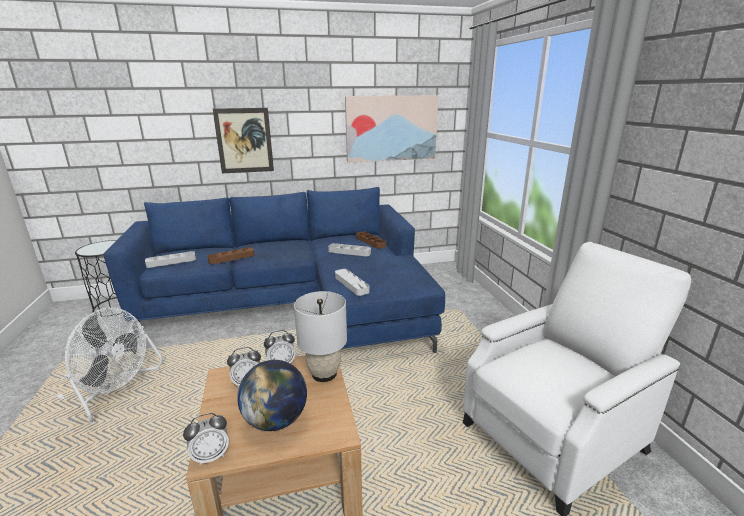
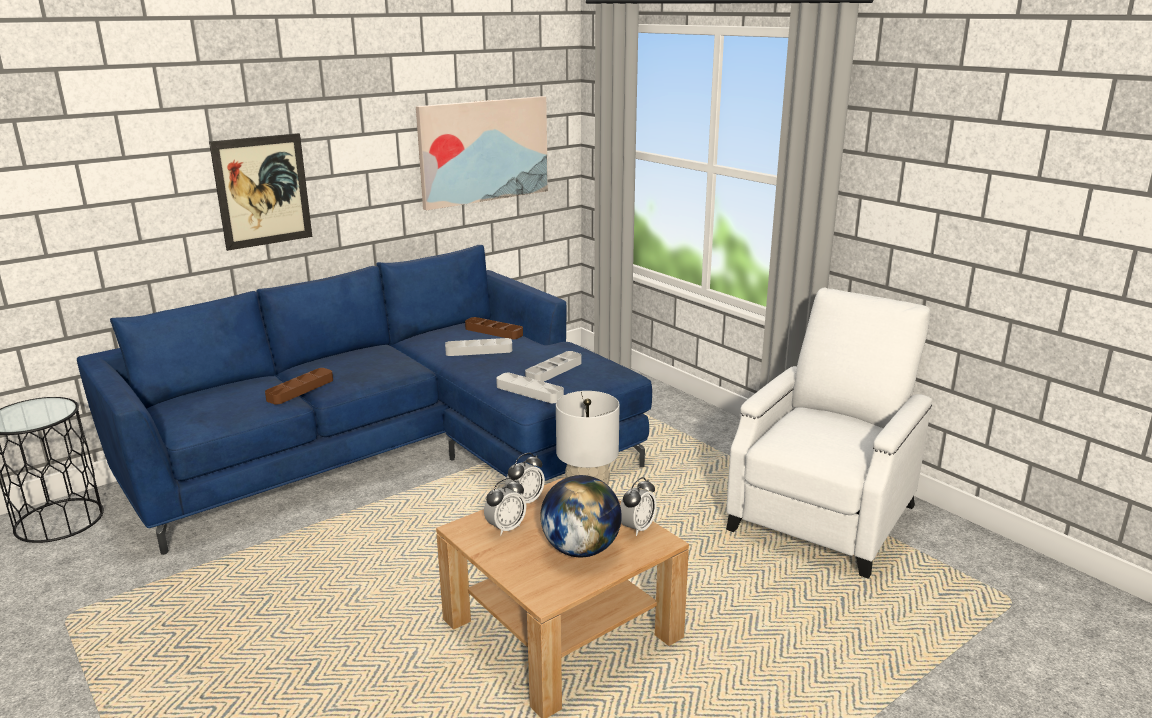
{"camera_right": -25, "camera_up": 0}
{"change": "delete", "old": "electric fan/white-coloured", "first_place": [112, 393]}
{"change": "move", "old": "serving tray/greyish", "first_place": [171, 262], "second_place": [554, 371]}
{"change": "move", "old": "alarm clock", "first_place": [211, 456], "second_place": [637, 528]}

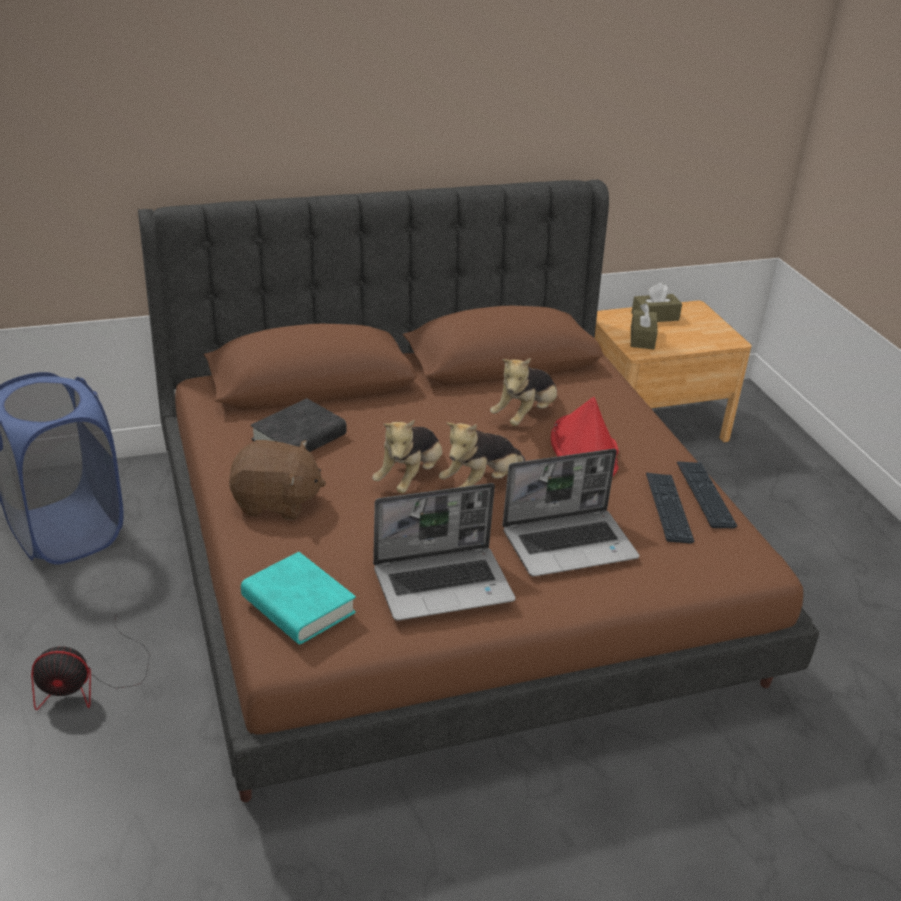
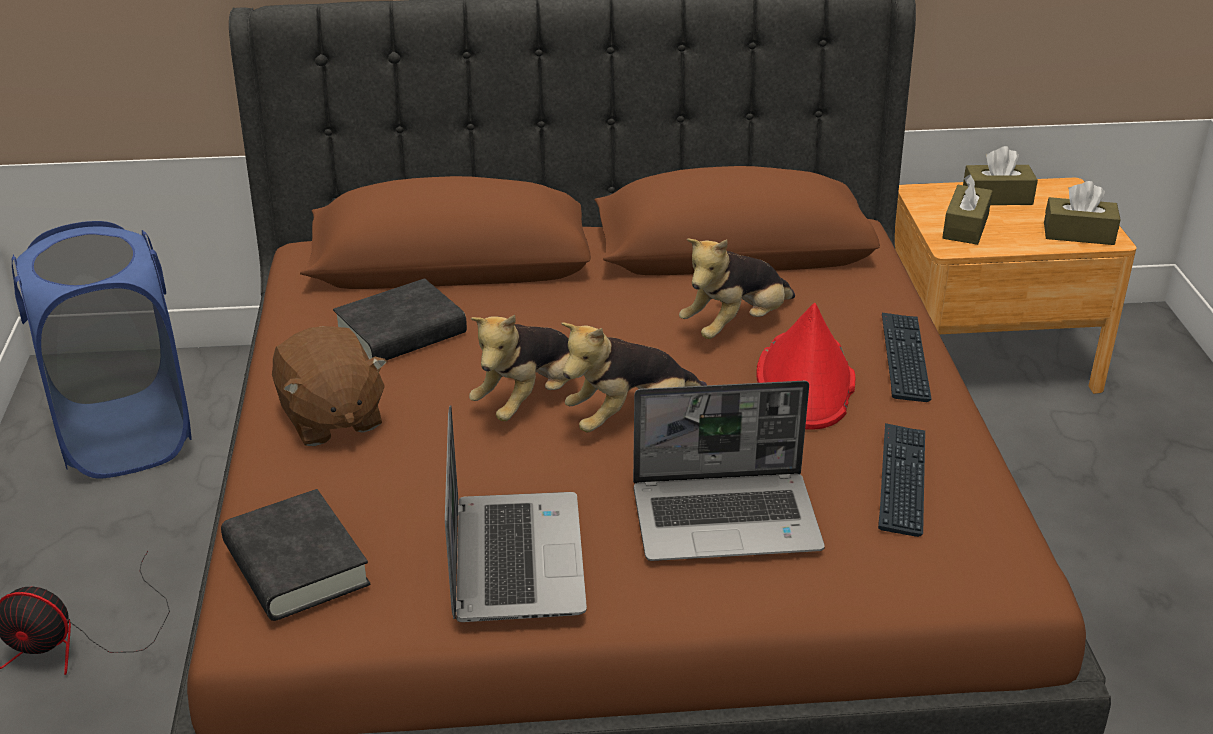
{"camera_right": 15, "camera_up": 0}
{"change": "insert", "new": "tissue box/brown-coloured", "second_place": [1078, 234]}
{"change": "move", "old": "PC keyboard", "first_place": [705, 495], "second_place": [904, 358]}
{"change": "recolor", "old": "bound book/blue-green", "new": "bound book/black", "first_place": [298, 605], "second_place": [296, 565]}
{"change": "rotate", "old": "cuddly toy/brown-coloured", "first_place": [275, 502], "second_place": [331, 418], "degrees": 45}
{"change": "rotate", "old": "laptop", "first_place": [444, 584], "second_place": [513, 557], "degrees": -90}

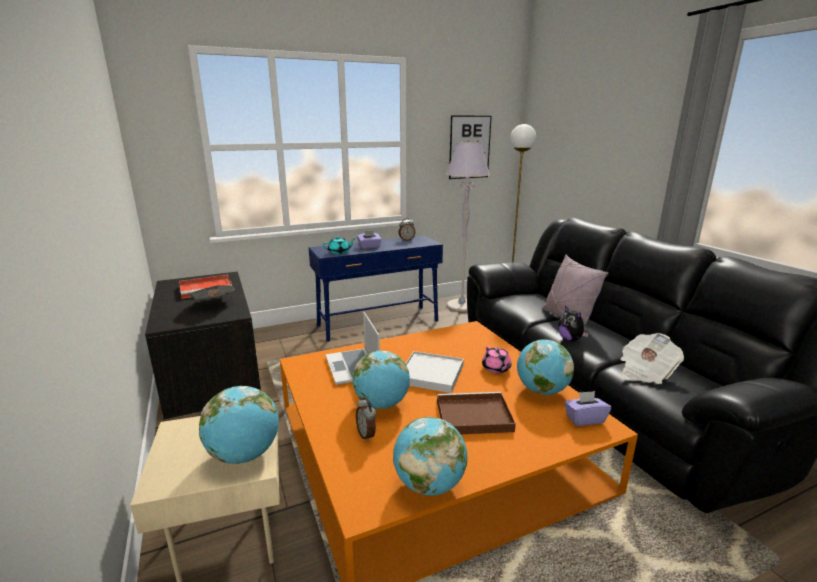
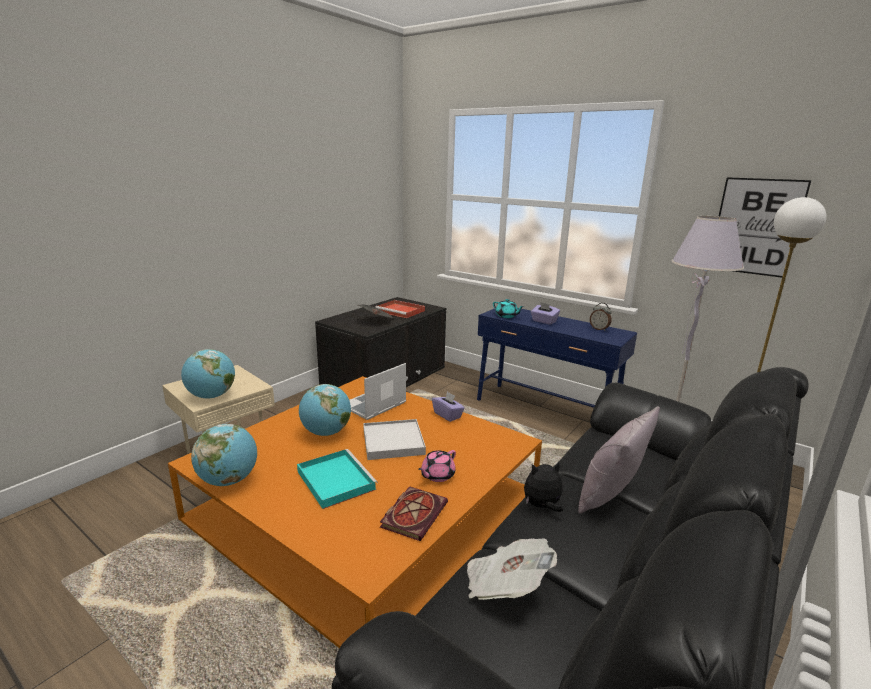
{"camera_right": 60, "camera_up": 0}
{"change": "delete", "old": "alarm clock", "first_place": [367, 435]}
{"change": "move", "old": "tissue box/purple", "first_place": [584, 419], "second_place": [447, 415]}
{"change": "replace", "old": "desk globe", "new": "bound book", "first_place": [541, 391], "second_place": [414, 513]}
{"change": "recolor", "old": "serving tray/brown-coloured", "new": "serving tray/blue-green", "first_place": [472, 416], "second_place": [334, 480]}
{"change": "rotate", "old": "cuddly toy", "first_place": [570, 339], "second_place": [542, 506], "degrees": 45}

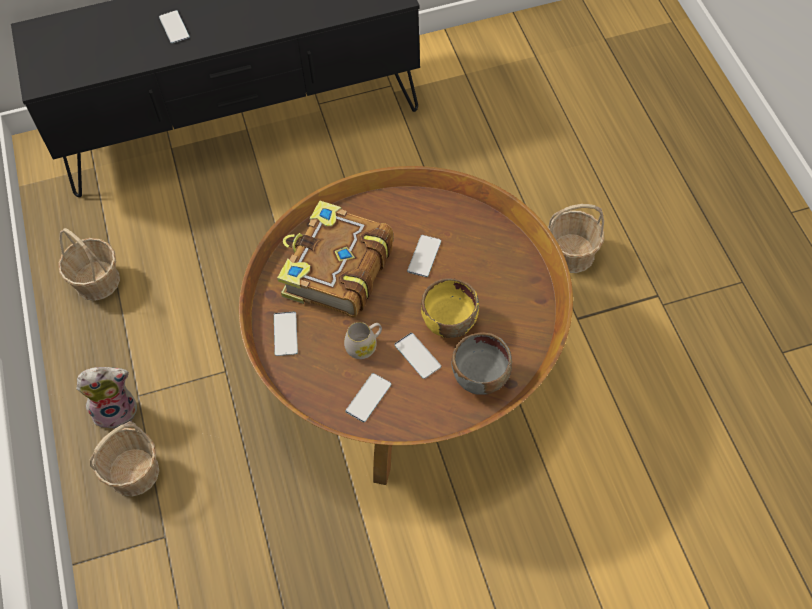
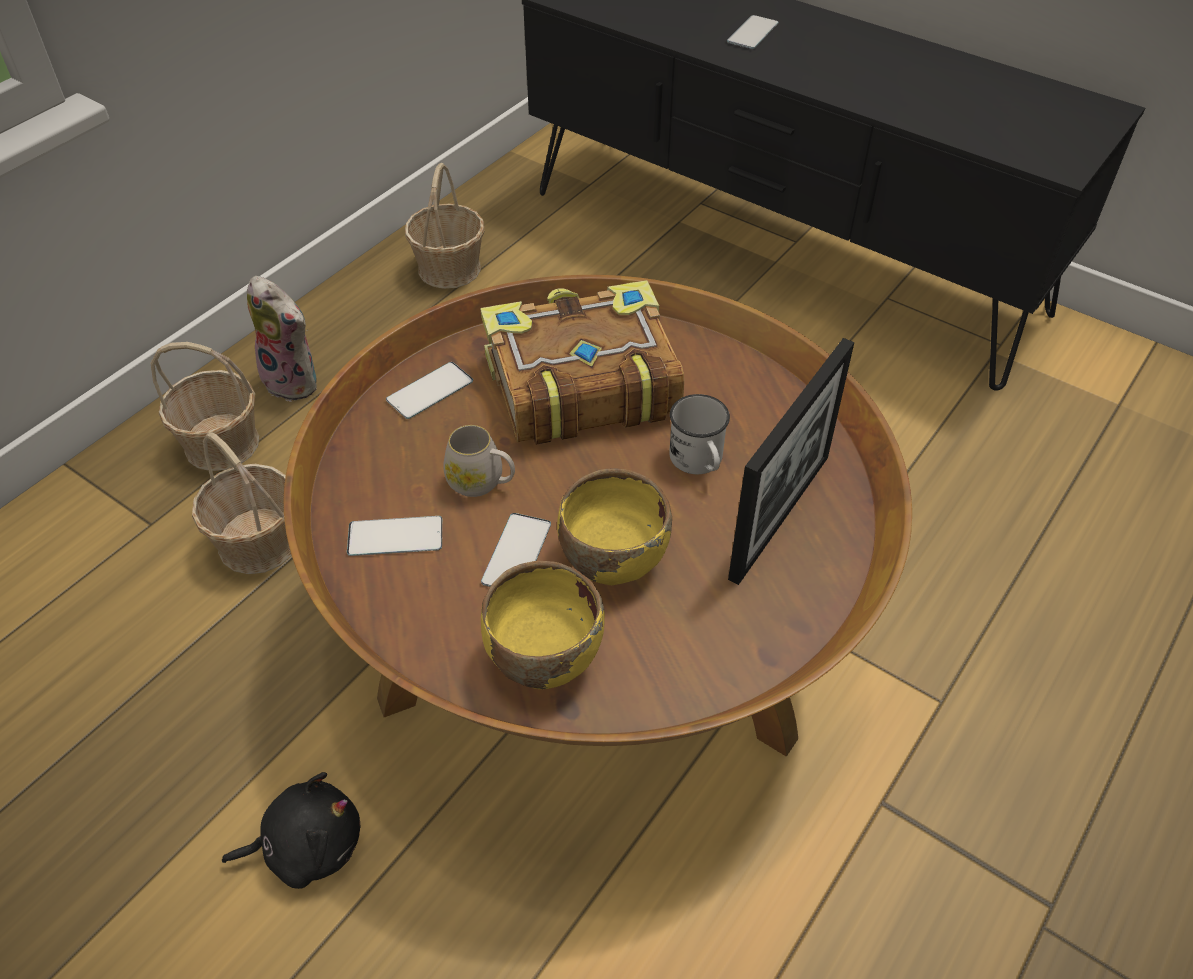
{"camera_right": 50, "camera_up": -10}
{"change": "insert", "new": "cuddly toy/black", "second_place": [307, 846]}
{"change": "insert", "new": "standing frame", "second_place": [780, 516]}
{"change": "move", "old": "household basket", "first_place": [572, 254], "second_place": [258, 543]}
{"change": "replace", "old": "handset", "new": "mug/white-coloured", "first_place": [424, 256], "second_place": [699, 462]}
{"change": "recolor", "old": "bowl/greyish", "new": "bowl/yellow-coloured", "first_place": [480, 377], "second_place": [543, 655]}

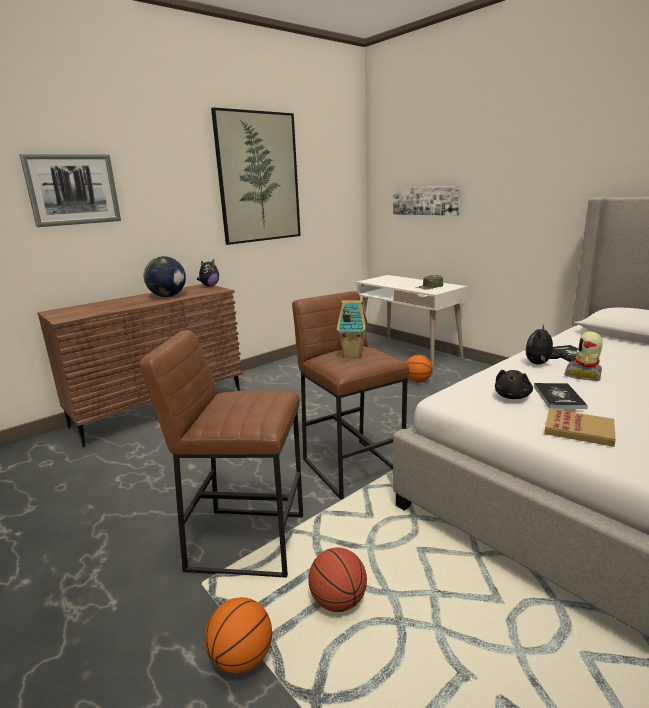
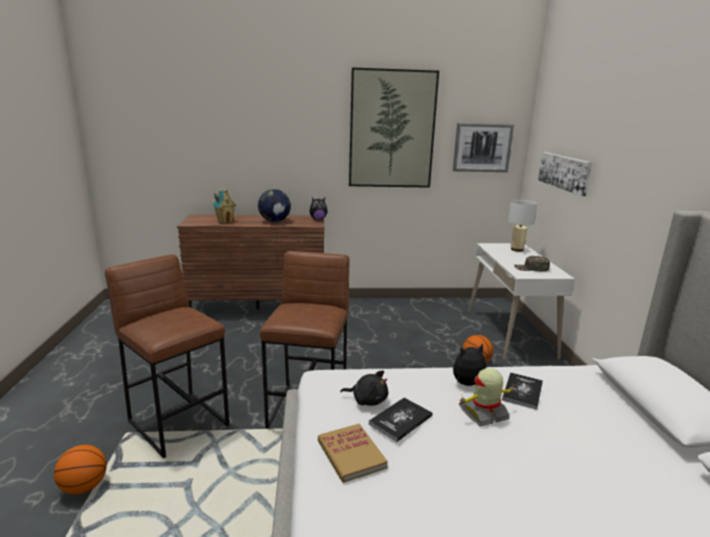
{"camera_right": 35, "camera_up": 0}
{"change": "delete", "old": "basketball", "first_place": [338, 601]}
{"change": "insert", "new": "lamp for a table/white-coloured", "second_place": [517, 250]}
{"change": "move", "old": "picture", "first_place": [73, 189], "second_place": [482, 147]}
{"change": "move", "old": "model house", "first_place": [352, 353], "second_place": [225, 221]}
{"change": "rotate", "old": "cuddly toy/black", "first_place": [512, 396], "second_place": [367, 400], "degrees": -135}

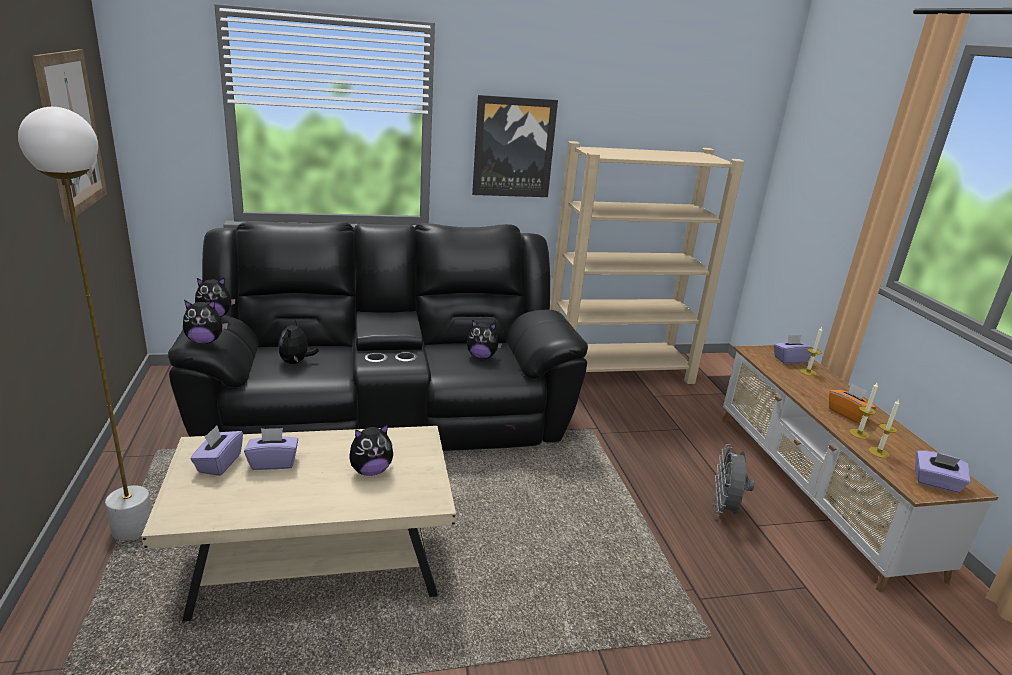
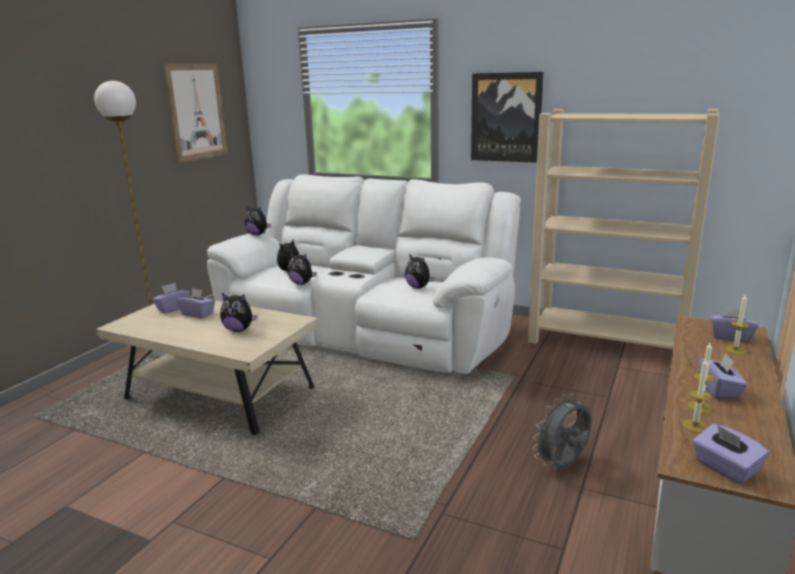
{"camera_right": 40, "camera_up": -5}
{"change": "move", "old": "cuddly toy", "first_place": [205, 341], "second_place": [302, 283]}
{"change": "recolor", "old": "sofa/black", "new": "sofa/white-coloured", "first_place": [387, 413], "second_place": [367, 329]}
{"change": "recolor", "old": "tissue box/orangey", "new": "tissue box/purple", "first_place": [848, 414], "second_place": [719, 390]}

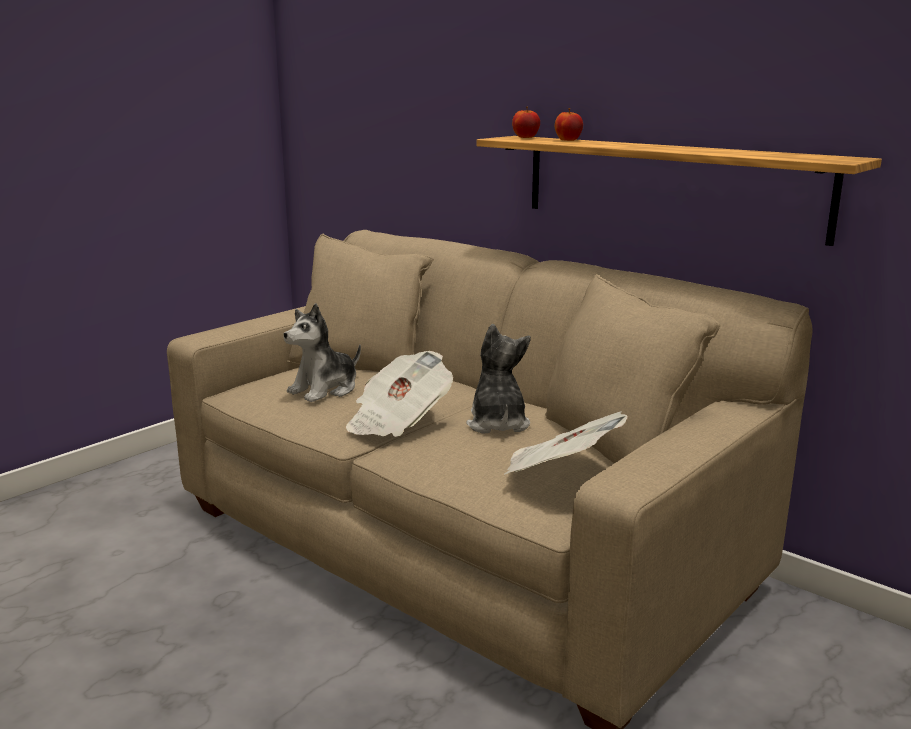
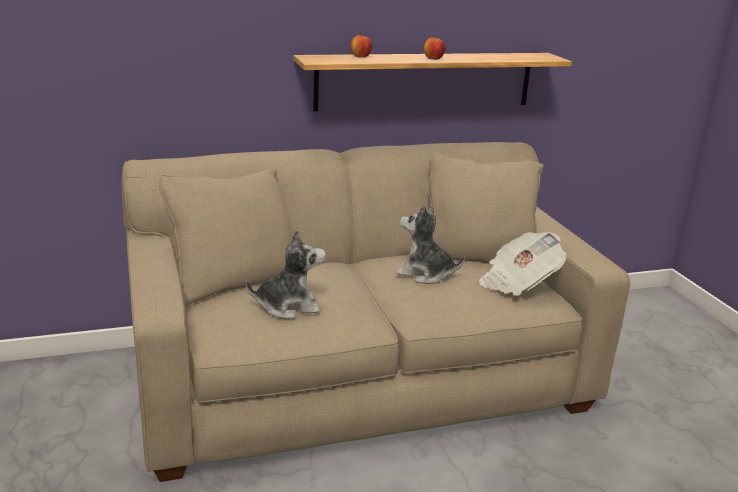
{"camera_right": -60, "camera_up": 5}
{"change": "delete", "old": "printed paper", "first_place": [398, 421]}
{"change": "move", "old": "apple fruit", "first_place": [525, 137], "second_place": [433, 59]}
{"change": "rotate", "old": "cuddly toy", "first_place": [325, 389], "second_place": [288, 307], "degrees": -90}

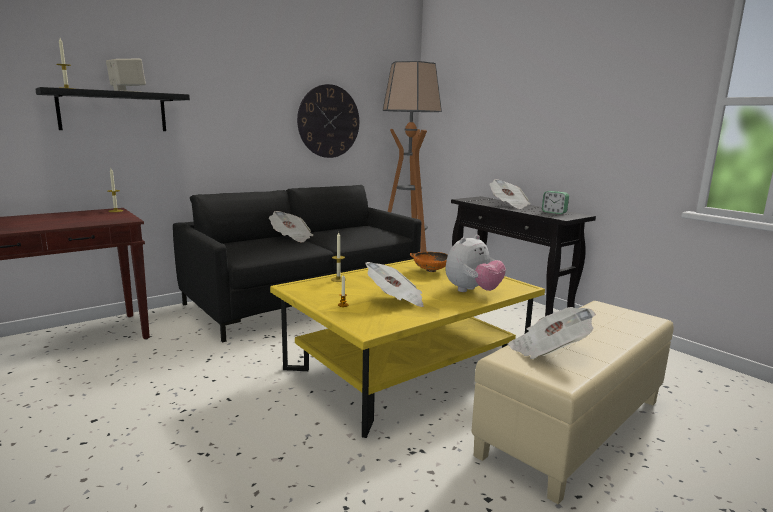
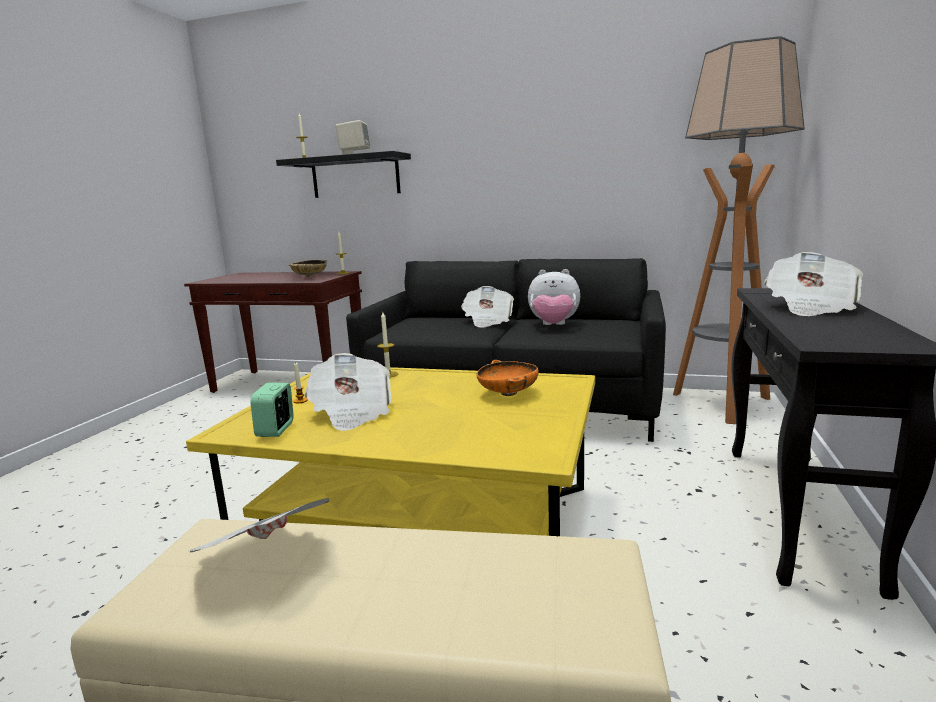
{"camera_right": 55, "camera_up": 0}
{"change": "delete", "old": "hanging clock", "first_place": [328, 121]}
{"change": "insert", "new": "bowl/beige-coloured", "second_place": [309, 277]}
{"change": "move", "old": "cuddly toy", "first_place": [472, 291], "second_place": [553, 325]}
{"change": "move", "old": "alarm clock", "first_place": [554, 212], "second_place": [276, 430]}

